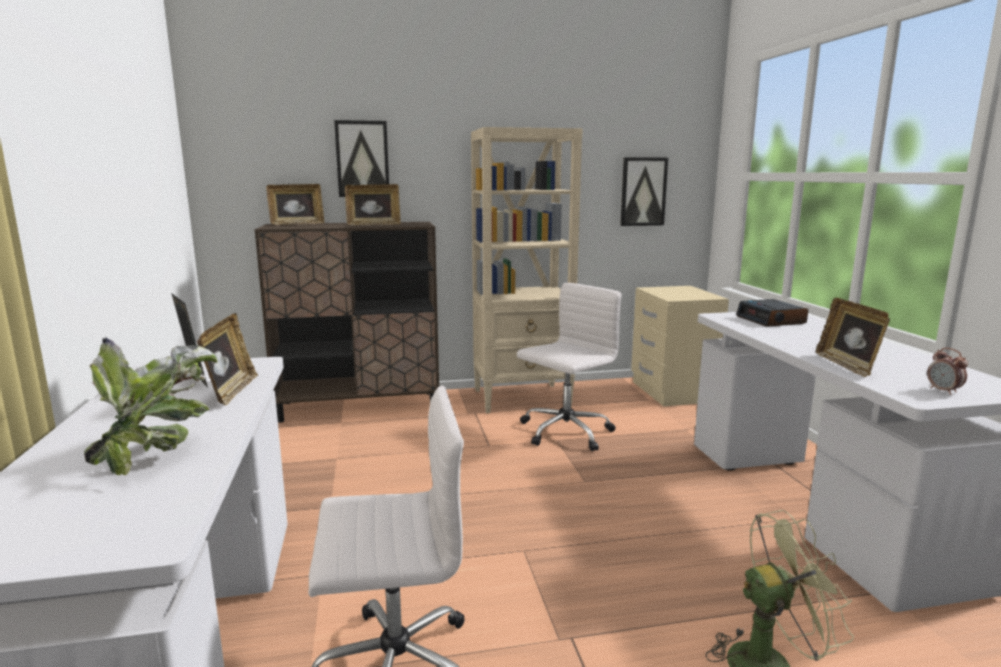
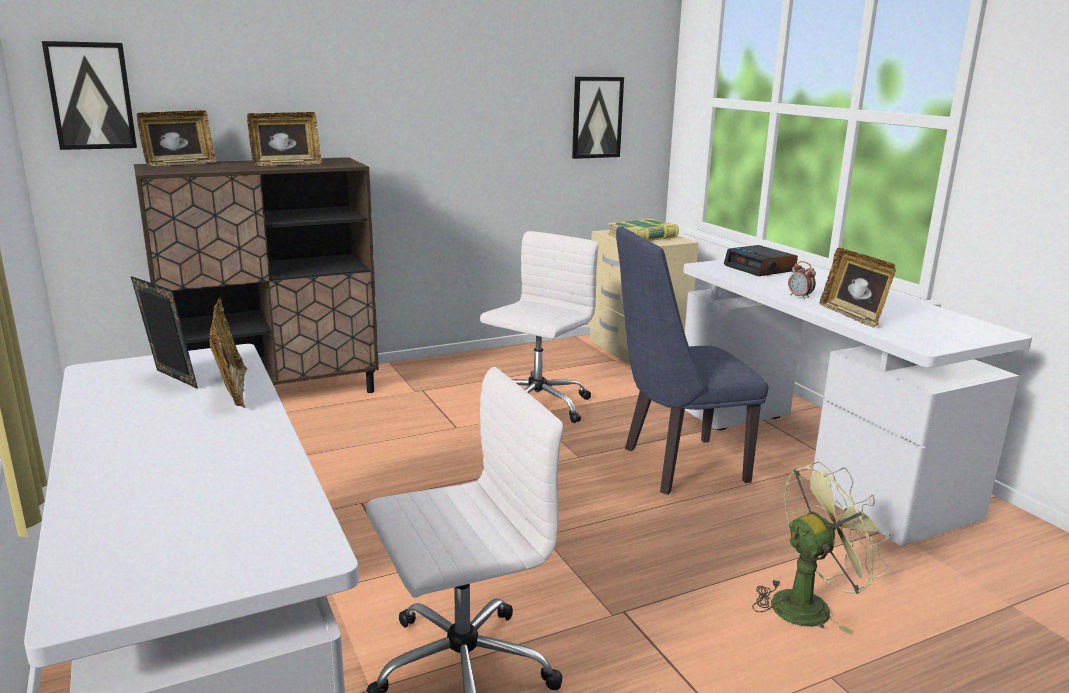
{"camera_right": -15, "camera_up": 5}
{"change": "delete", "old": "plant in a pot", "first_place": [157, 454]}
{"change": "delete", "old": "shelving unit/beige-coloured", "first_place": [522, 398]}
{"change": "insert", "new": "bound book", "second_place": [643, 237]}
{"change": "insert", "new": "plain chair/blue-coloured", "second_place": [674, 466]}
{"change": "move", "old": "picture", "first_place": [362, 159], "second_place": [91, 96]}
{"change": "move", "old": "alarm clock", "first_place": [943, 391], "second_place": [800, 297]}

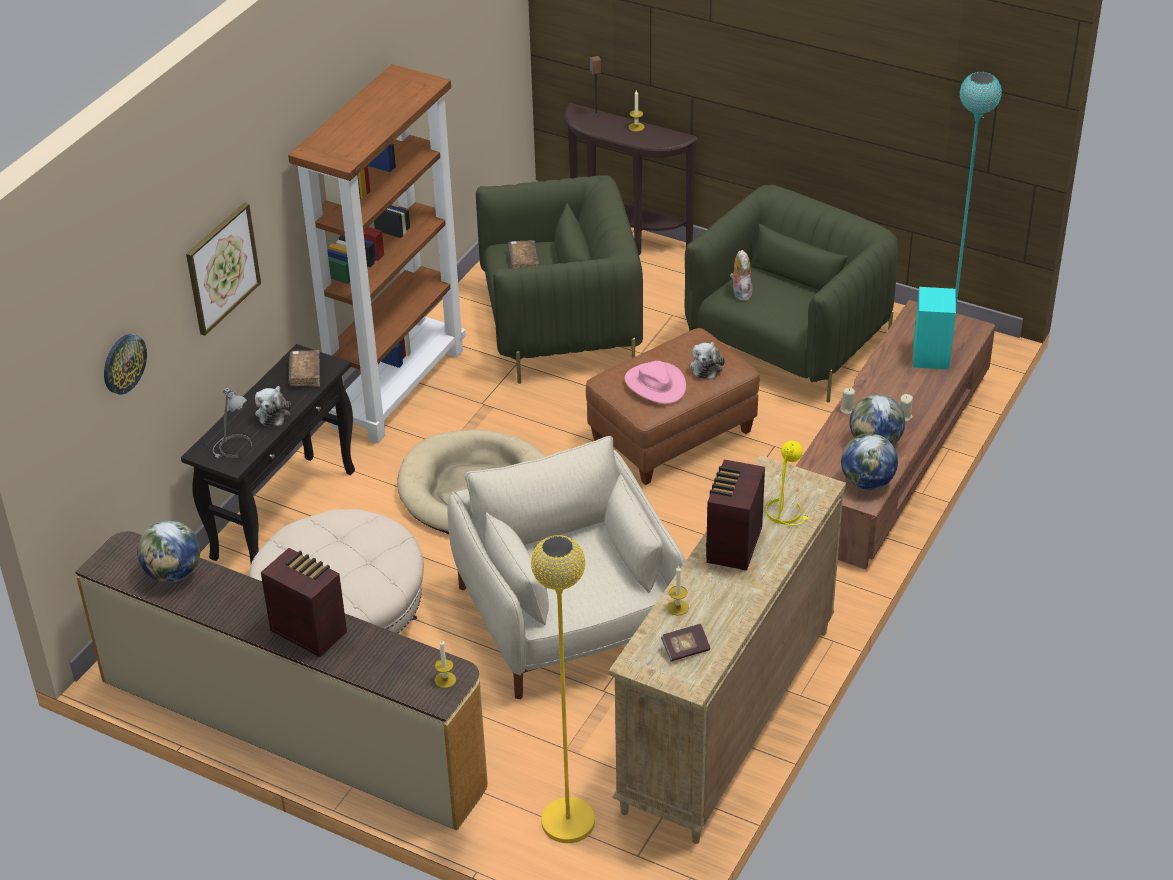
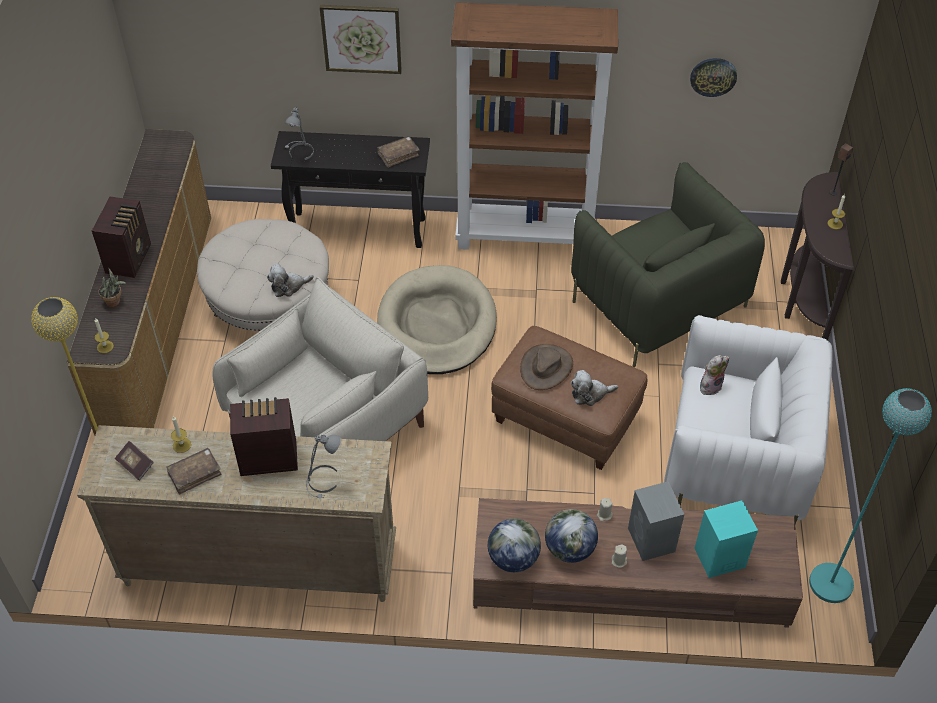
{"camera_right": 65, "camera_up": 10}
{"change": "delete", "old": "desk globe", "first_place": [173, 574]}
{"change": "insert", "new": "plant in a pot", "second_place": [115, 302]}
{"change": "insert", "new": "audio speaker/greyish", "second_place": [651, 541]}
{"change": "move", "old": "hanging clock", "first_place": [123, 363], "second_place": [713, 76]}
{"change": "move", "old": "cuddly toy", "first_place": [273, 413], "second_place": [288, 286]}
{"change": "move", "old": "bound book/brown-coloured", "first_place": [523, 261], "second_place": [194, 474]}
{"change": "recolor", "old": "hat/pinkish", "new": "hat/brown-coloured", "first_place": [655, 384], "second_place": [546, 367]}
{"change": "recolor", "old": "lounge chair/greenish", "new": "lounge chair/white-coloured", "first_place": [788, 343], "second_place": [737, 459]}
{"change": "recolor", "old": "lamp for a table/yellow-coloured", "new": "lamp for a table/greyish", "first_place": [786, 512], "second_place": [324, 481]}

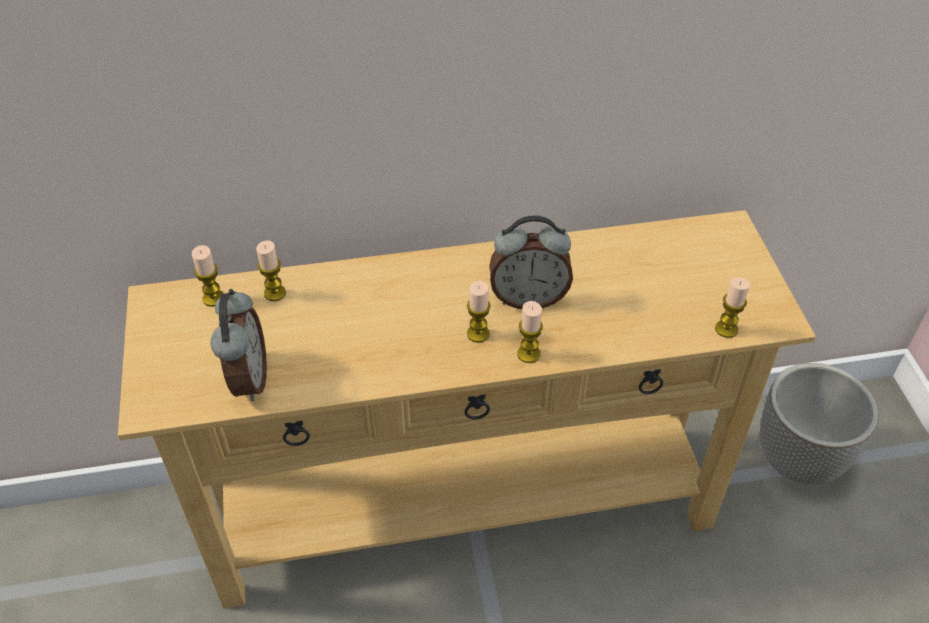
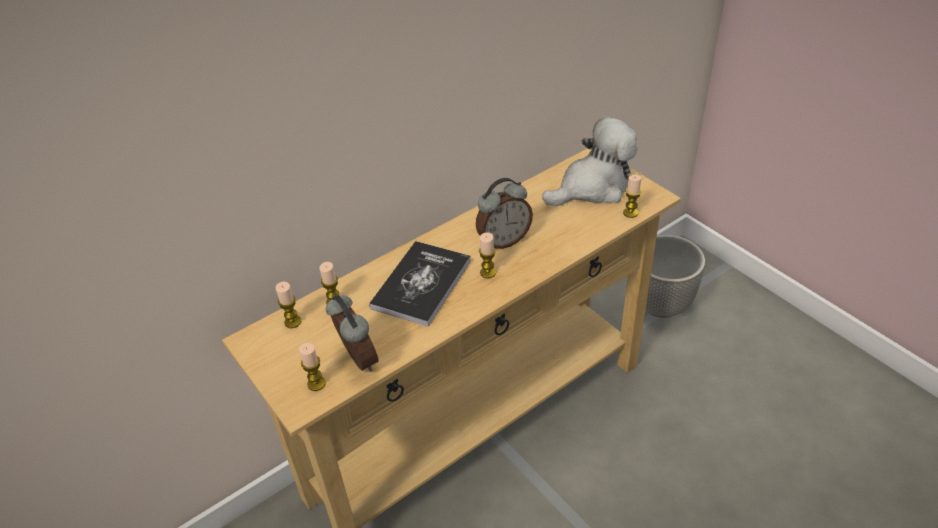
{"camera_right": -25, "camera_up": -5}
{"change": "insert", "new": "bound book", "second_place": [421, 284]}
{"change": "insert", "new": "cuddly toy", "second_place": [593, 187]}
{"change": "move", "old": "wax candle", "first_place": [528, 354], "second_place": [316, 383]}

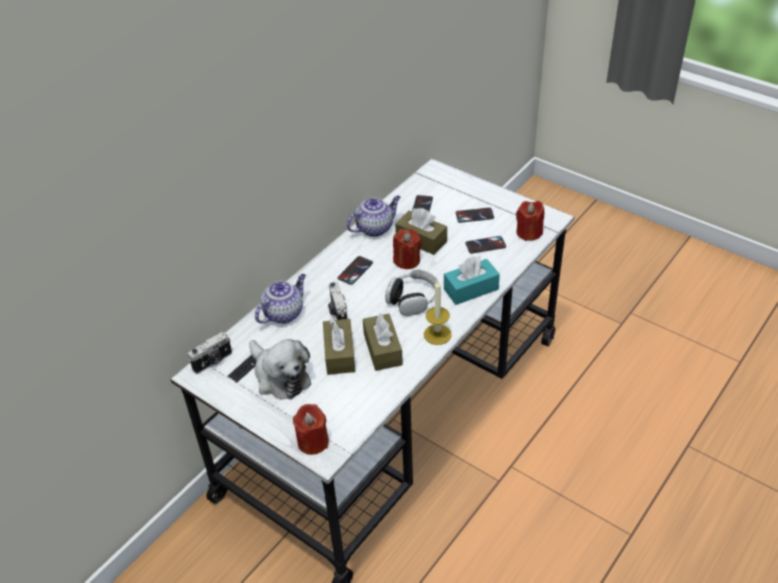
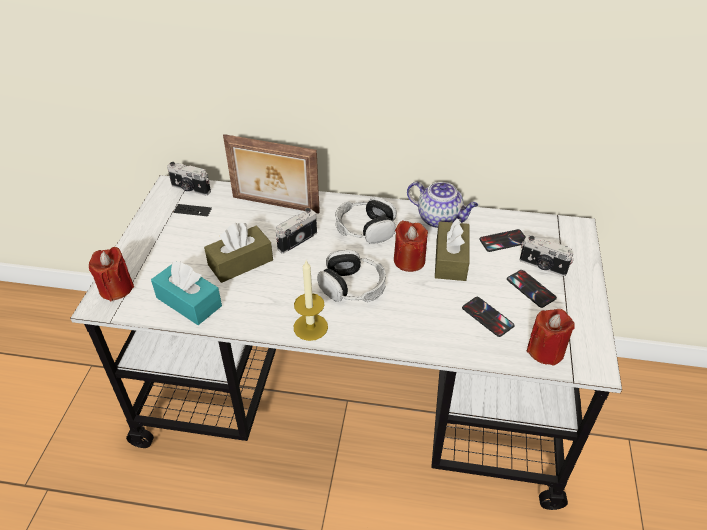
{"camera_right": 60, "camera_up": 0}
{"change": "delete", "old": "cuddly toy", "first_place": [280, 376]}
{"change": "delete", "old": "tissue box/brown-coloured", "first_place": [382, 349]}
{"change": "insert", "new": "photo camera", "second_place": [542, 266]}
{"change": "move", "old": "tissue box/blue-green", "first_place": [471, 289], "second_place": [189, 302]}
{"change": "replace", "old": "pot for tea", "new": "standing frame", "first_place": [284, 313], "second_place": [275, 205]}
{"change": "replace", "old": "handset", "new": "pair of headphones", "first_place": [355, 270], "second_place": [365, 229]}

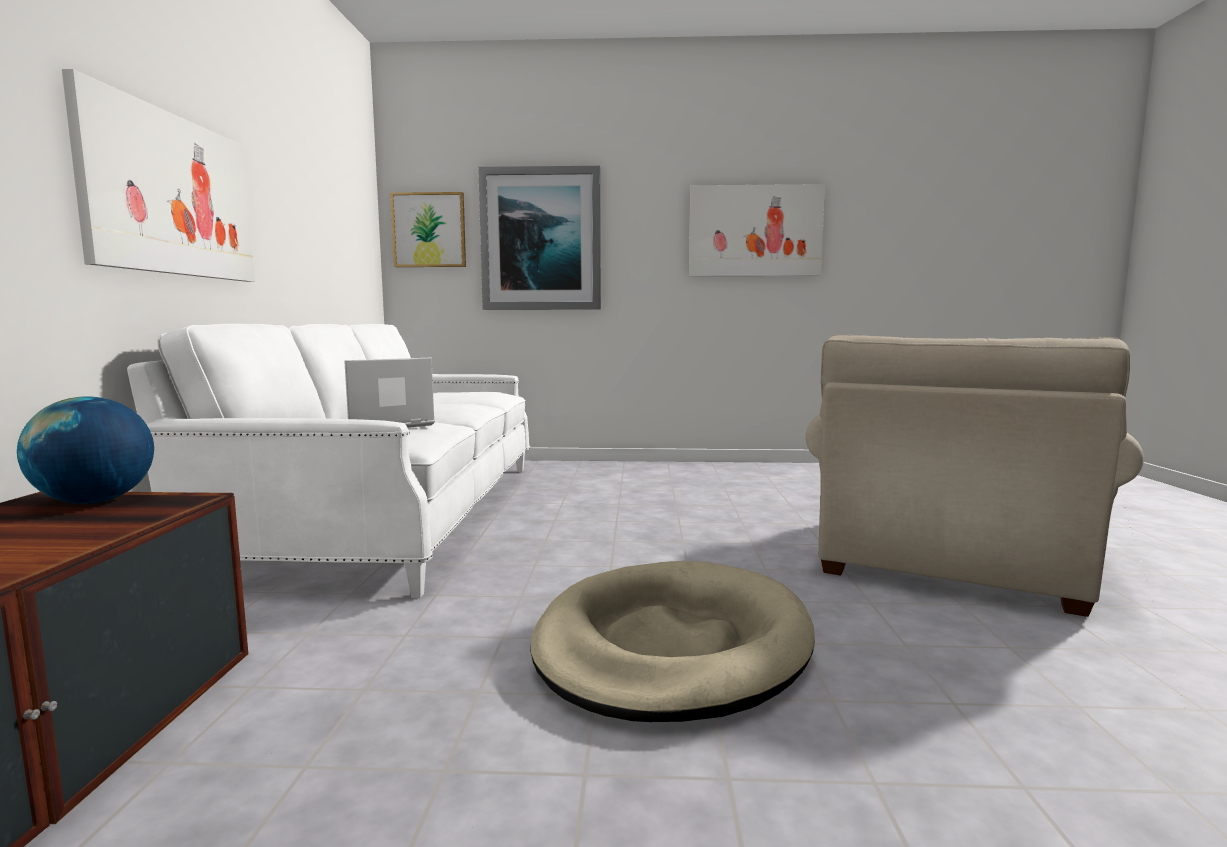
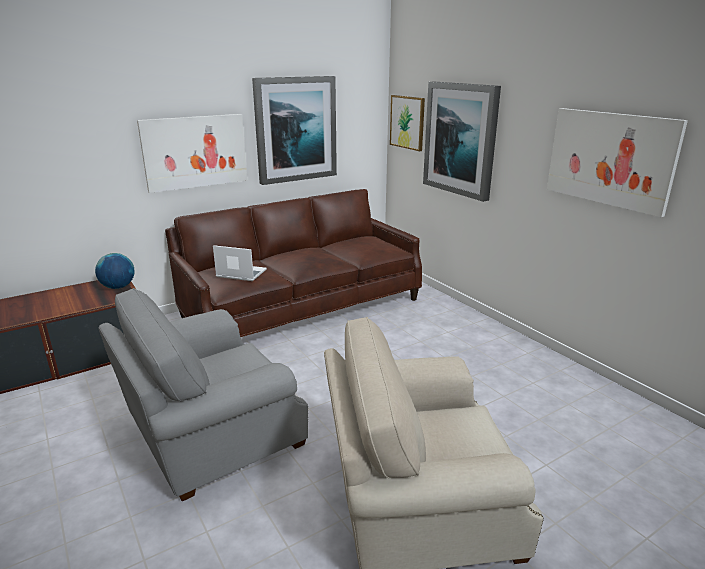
{"camera_right": 55, "camera_up": 15}
{"change": "insert", "new": "picture", "second_place": [295, 129]}
{"change": "replace", "old": "dog cushion/beige-coloured", "new": "lounge chair/greyish", "first_place": [672, 647], "second_place": [211, 435]}
{"change": "recolor", "old": "sofa/white-coloured", "new": "sofa/brown-coloured", "first_place": [396, 514], "second_place": [301, 306]}

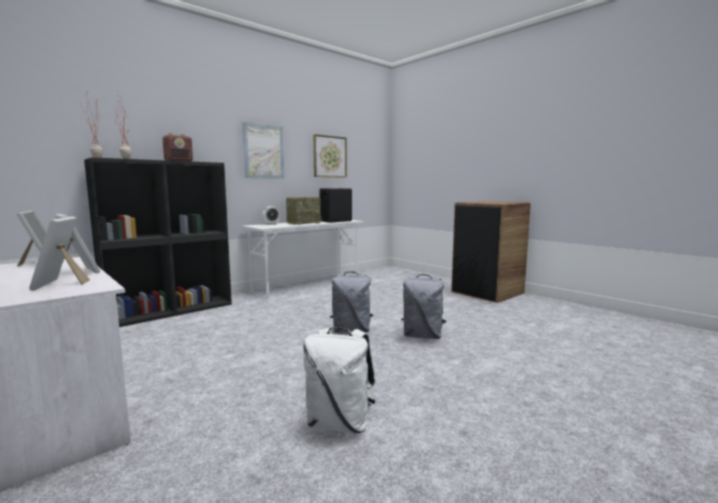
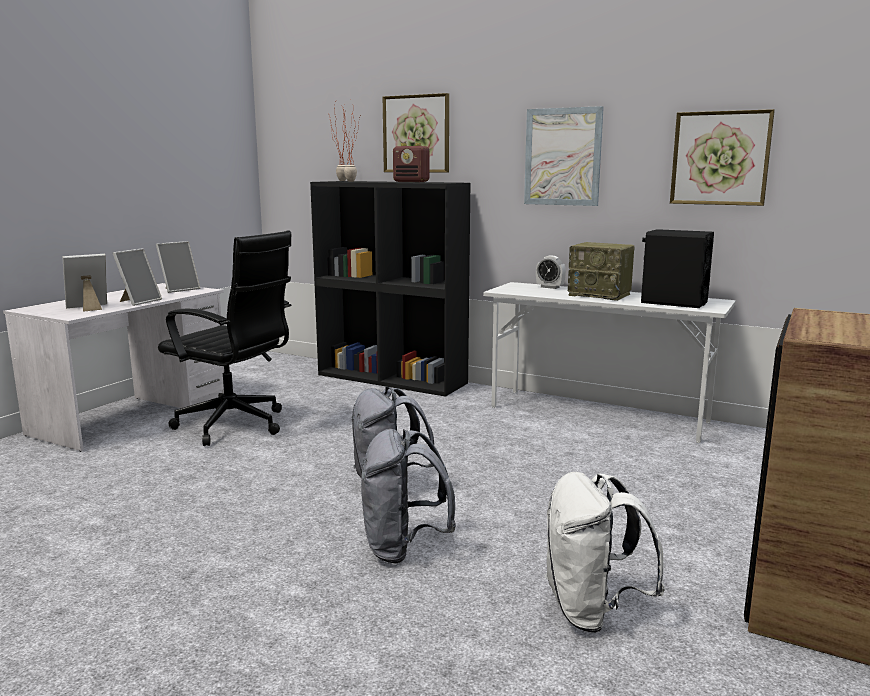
{"camera_right": 70, "camera_up": 5}
{"change": "insert", "new": "computer chair/black", "second_place": [236, 426]}
{"change": "insert", "new": "picture", "second_place": [416, 134]}
{"change": "move", "old": "rucksack/white-coloured", "first_place": [340, 423], "second_place": [592, 611]}

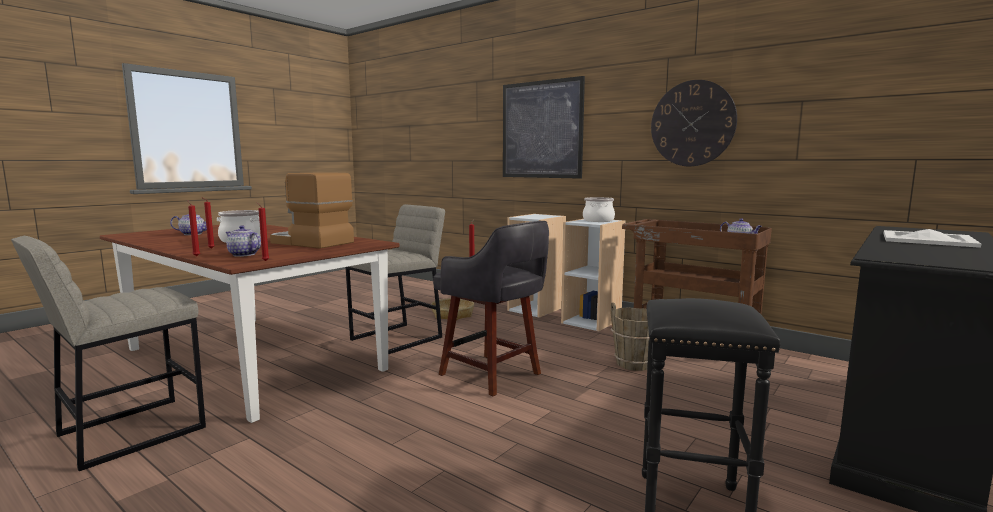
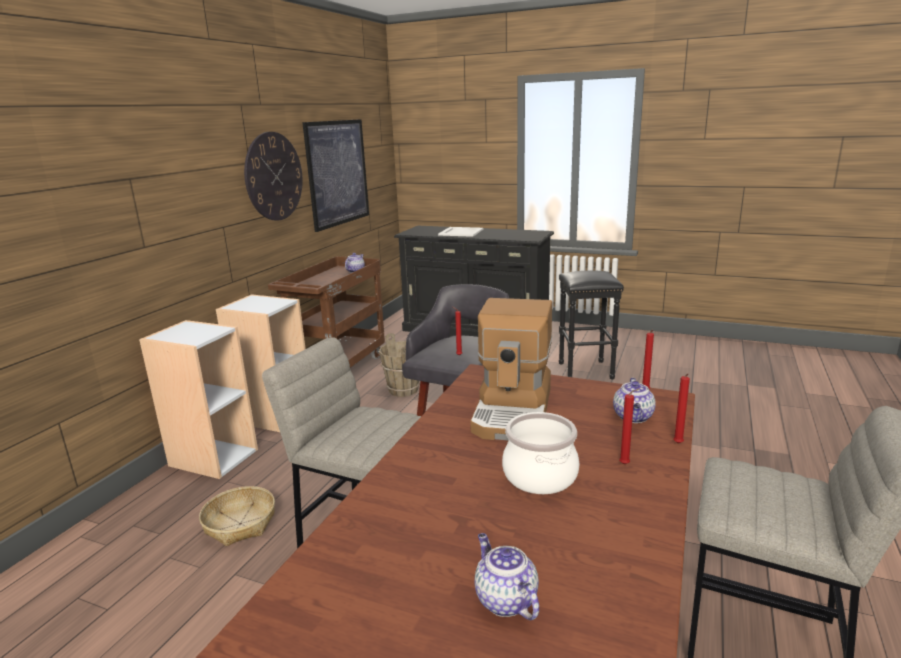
{"camera_right": -105, "camera_up": 10}
{"change": "delete", "old": "cooking pot", "first_place": [598, 220]}
{"change": "move", "old": "picture", "first_place": [541, 130], "second_place": [337, 173]}

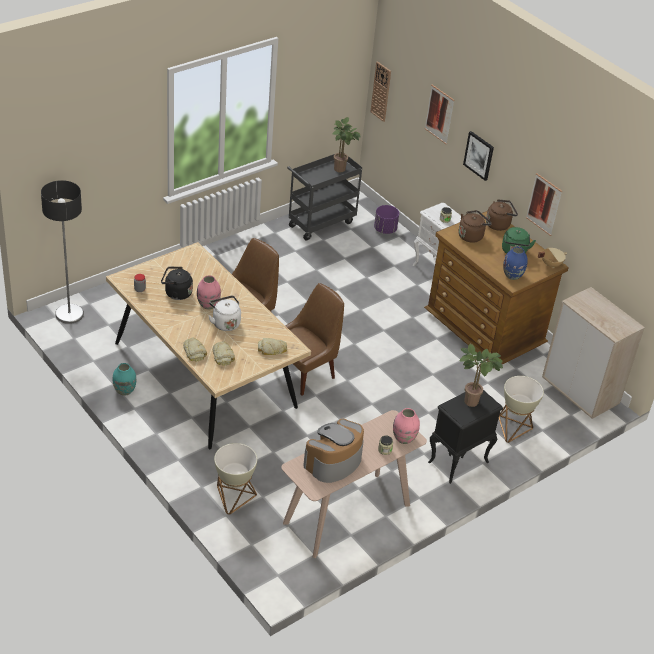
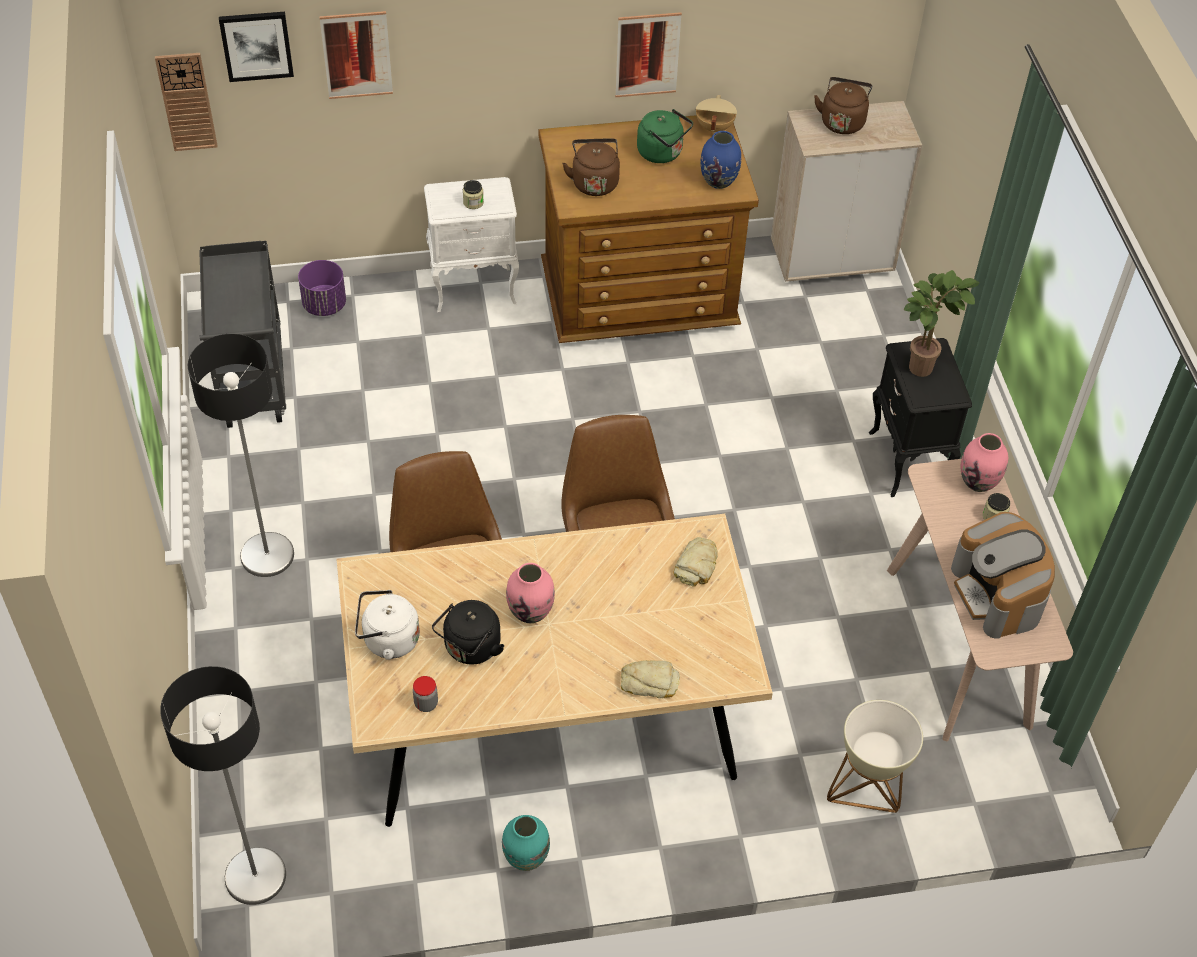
{"camera_right": -60, "camera_up": 10}
{"change": "delete", "old": "baked bread", "first_place": [223, 356]}
{"change": "delete", "old": "plant in a pot", "first_place": [341, 170]}
{"change": "delete", "old": "planter", "first_place": [513, 429]}
{"change": "insert", "new": "standing lamp", "second_place": [267, 555]}
{"change": "move", "old": "tea kettle/white-coloured", "first_place": [225, 323], "second_place": [387, 640]}
{"change": "move", "old": "picture", "first_place": [479, 155], "second_place": [256, 45]}
{"change": "move", "old": "tea kettle/brown-coloured", "first_place": [499, 224], "second_place": [842, 121]}

